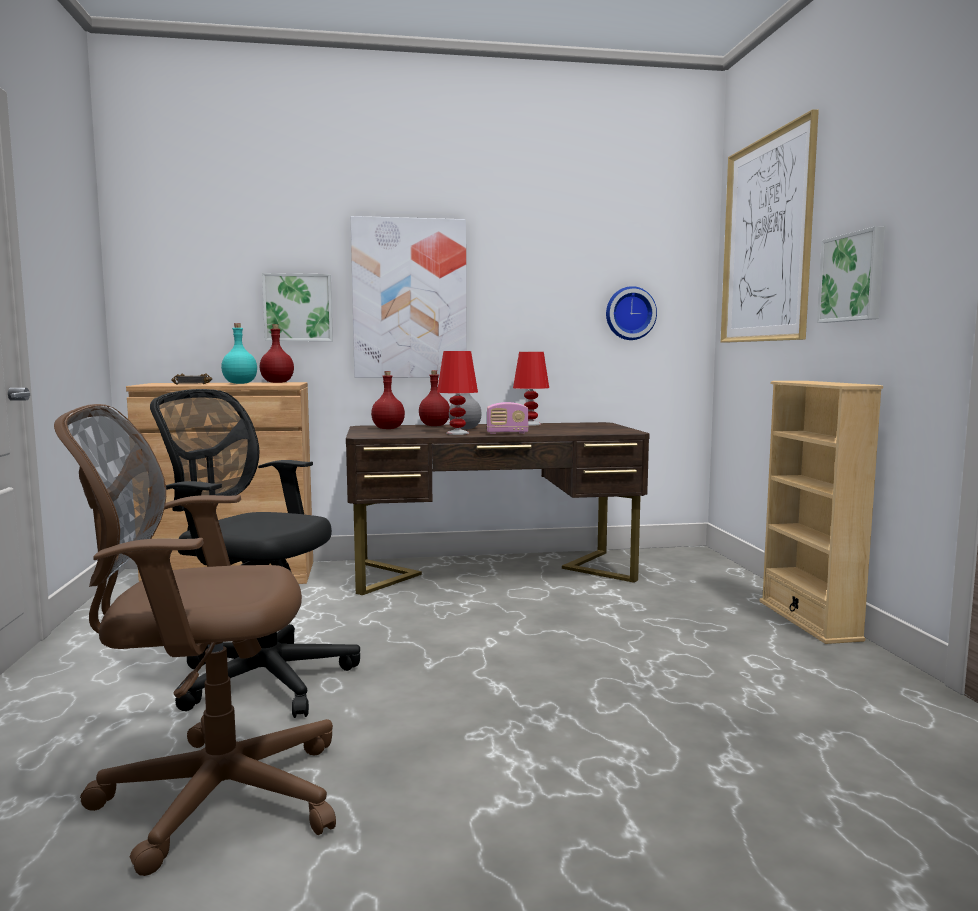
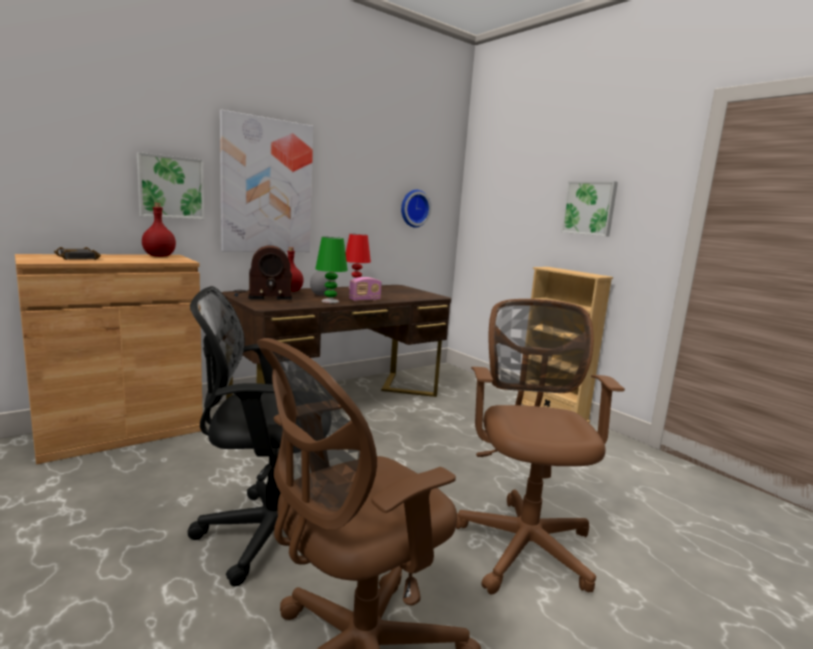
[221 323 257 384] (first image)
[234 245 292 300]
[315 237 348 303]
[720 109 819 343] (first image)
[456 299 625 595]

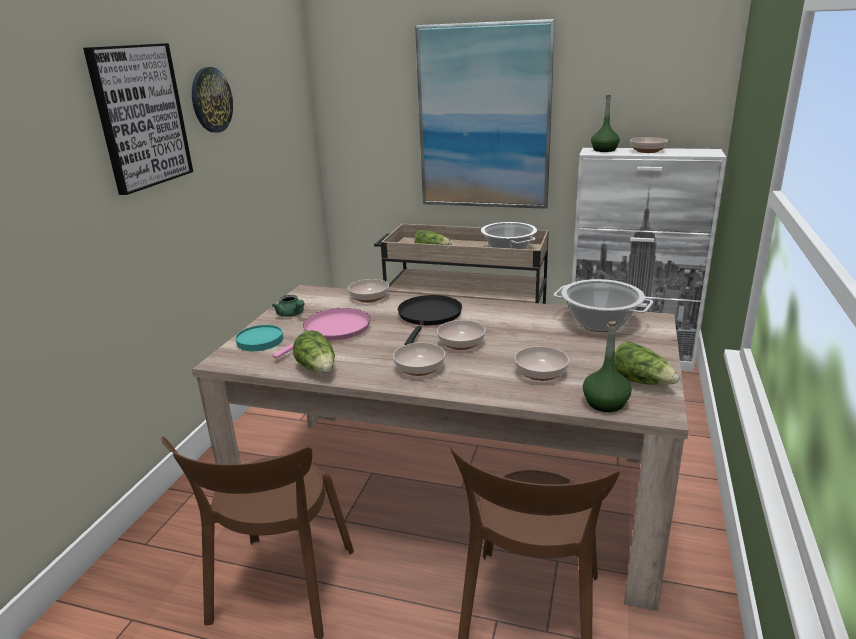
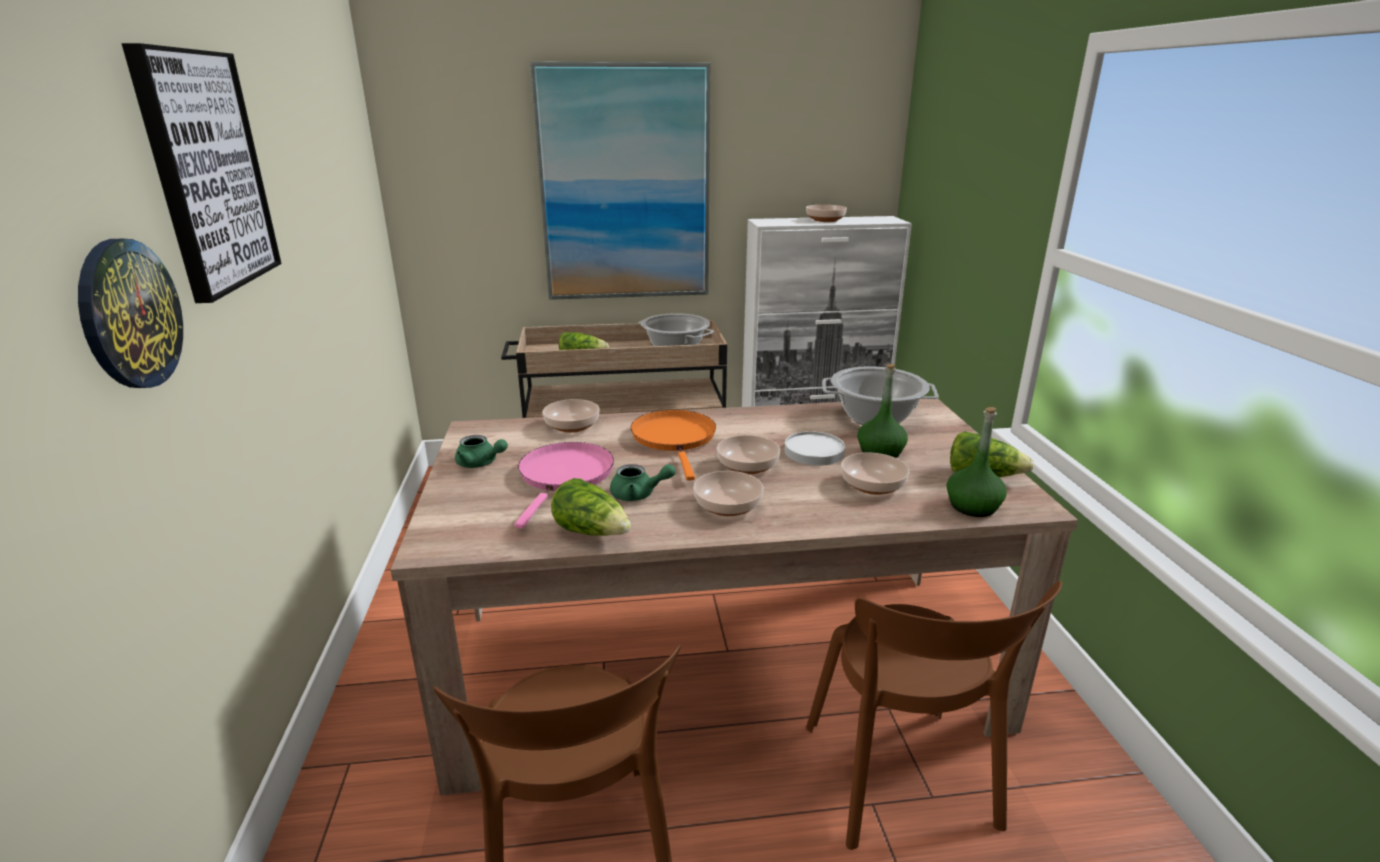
[78 239 183 388]
[236 325 283 351] (first image)
[631 410 716 481]
[857 364 908 458]
[610 464 676 501]
[784 431 845 466]

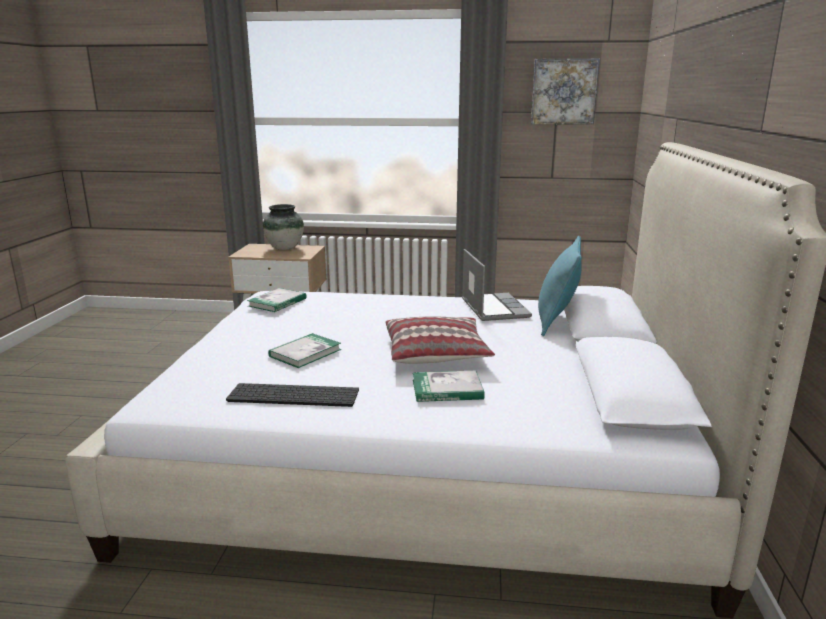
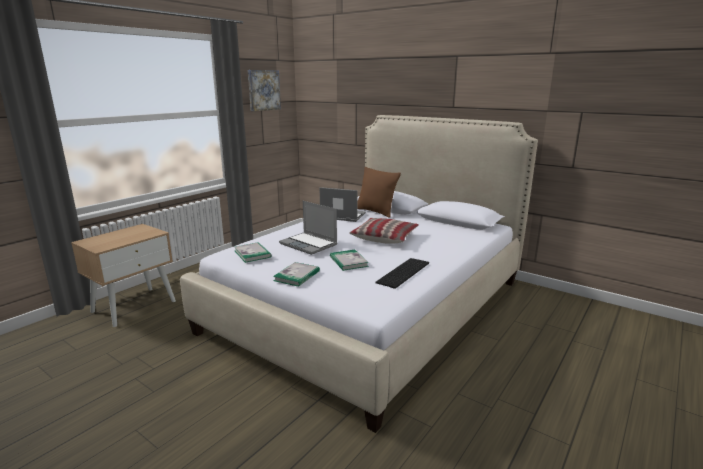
[263 204 304 250] (first image)
[273 262 320 287]
[357 167 401 218]
[279 201 337 255]

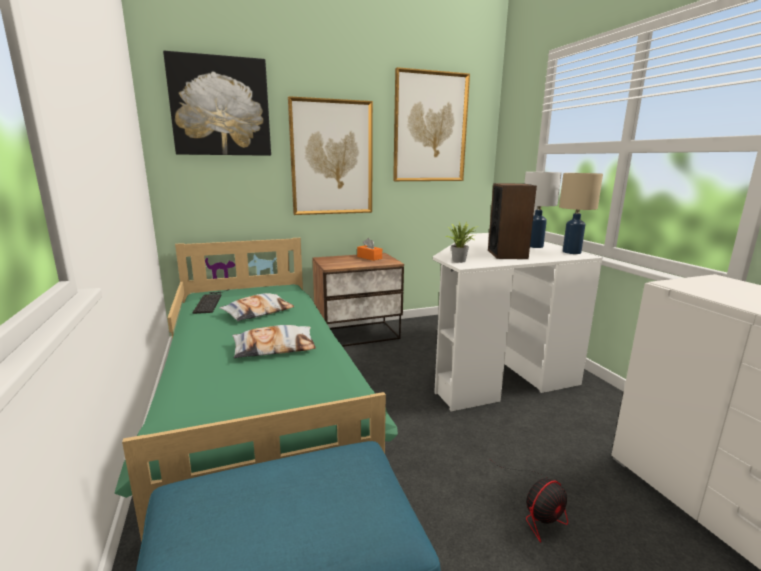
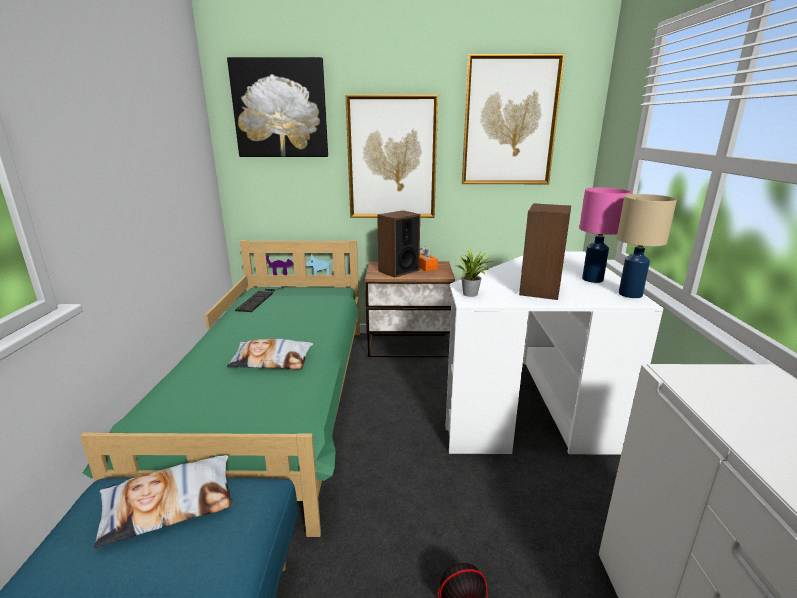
[94 455 232 548]
[579 188 631 283]
[377 211 420 278]

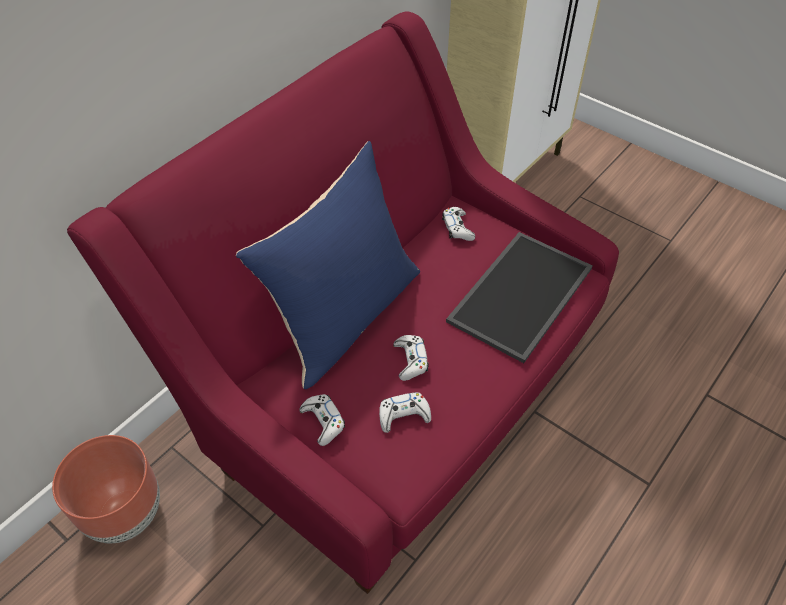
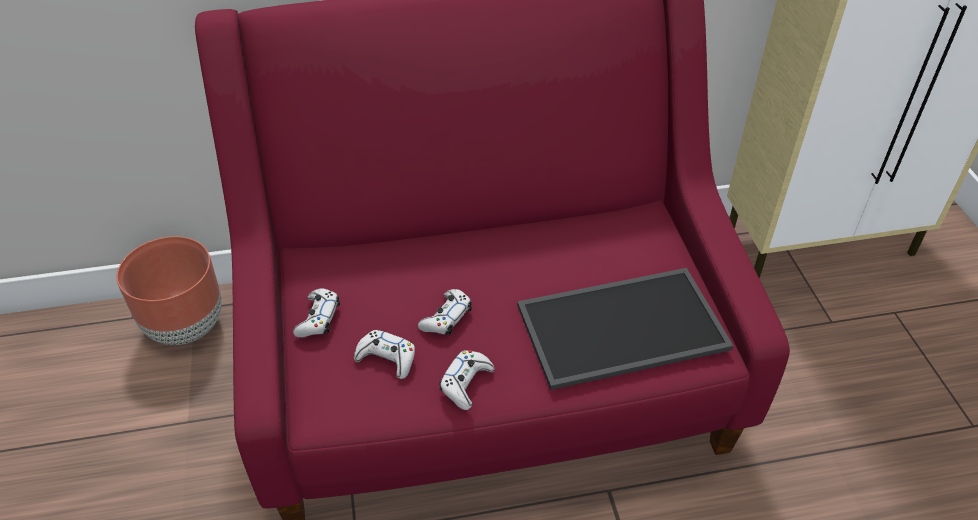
[236 141 420 389] (first image)
[439 350 494 410]

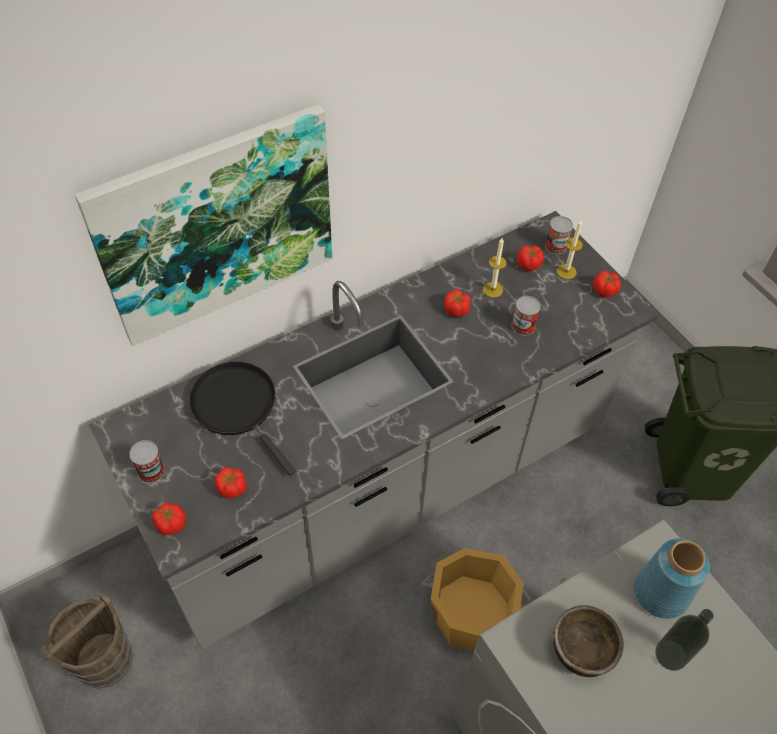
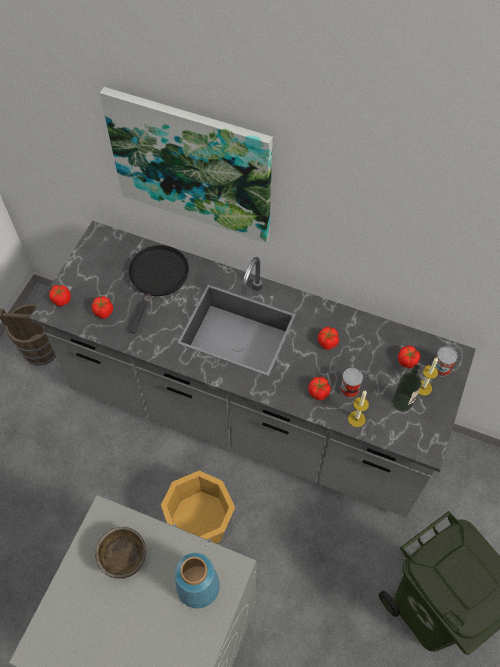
[129 440 165 483] (first image)
[348 391 369 427]
[308 377 331 401]
[392 364 421 411]

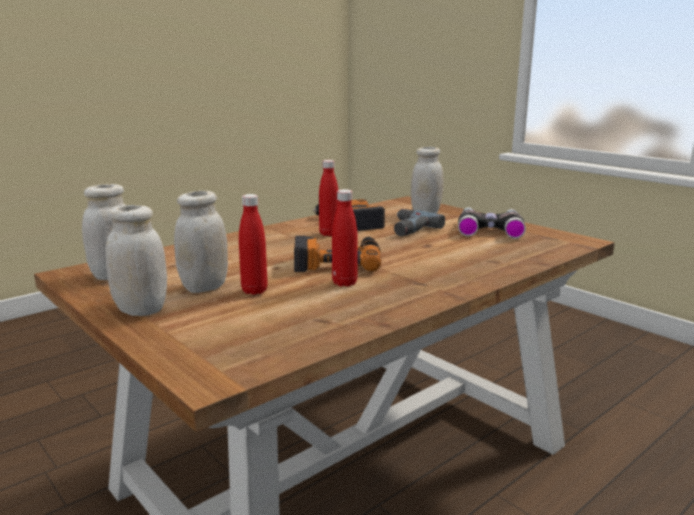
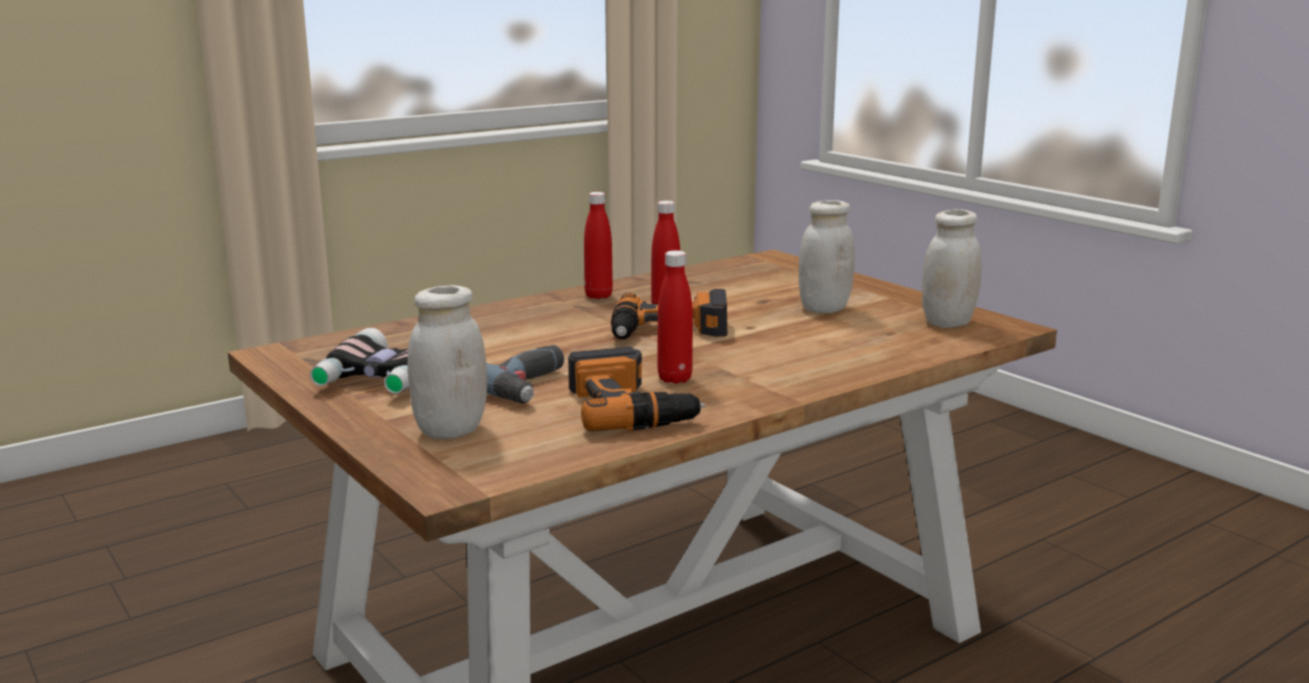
[105 205 167 316] (first image)
[584 192 613 299]

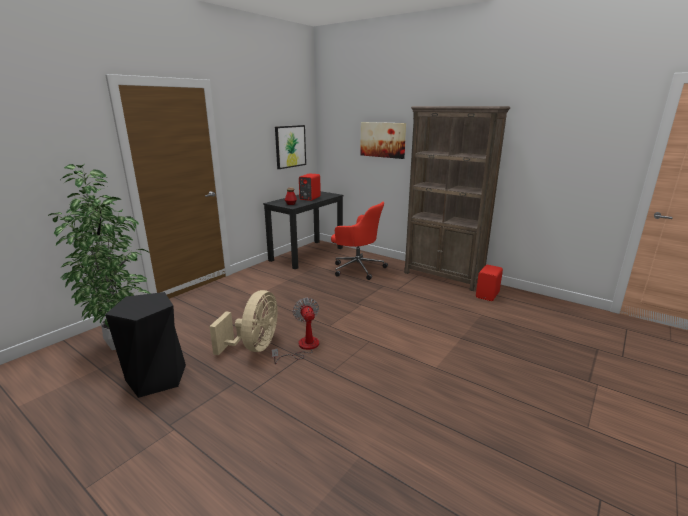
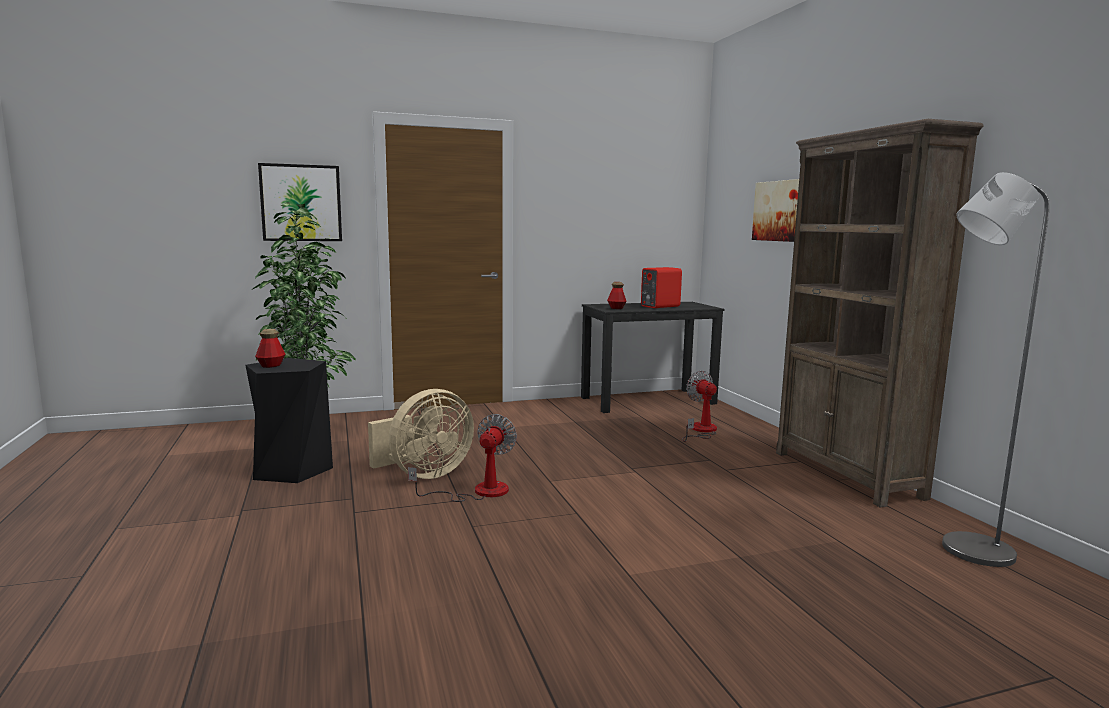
[258 163 342 241]
[682 370 717 442]
[476 265 503 301] (first image)
[255 329 286 368]
[942 172 1050 567]

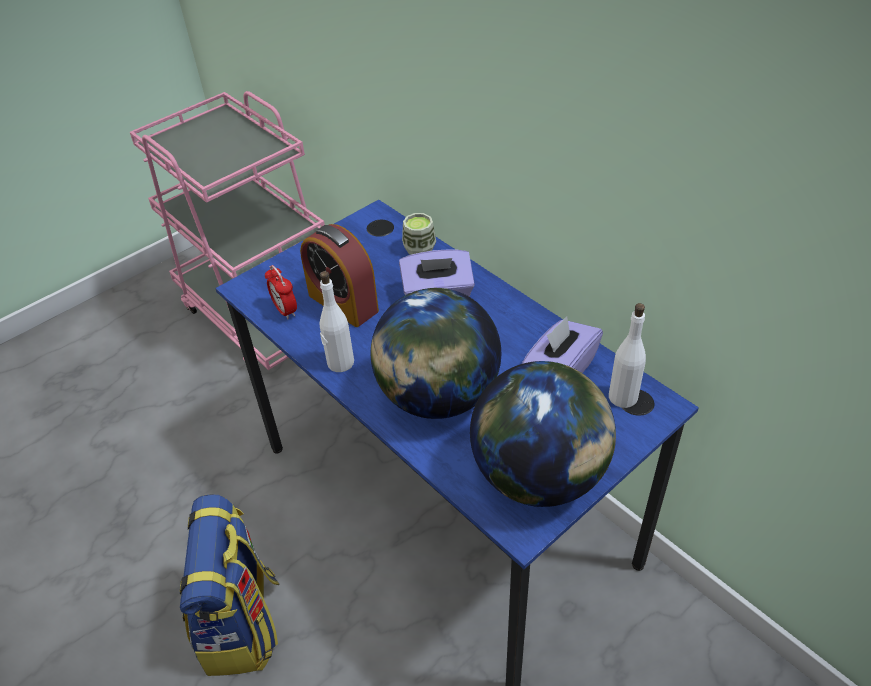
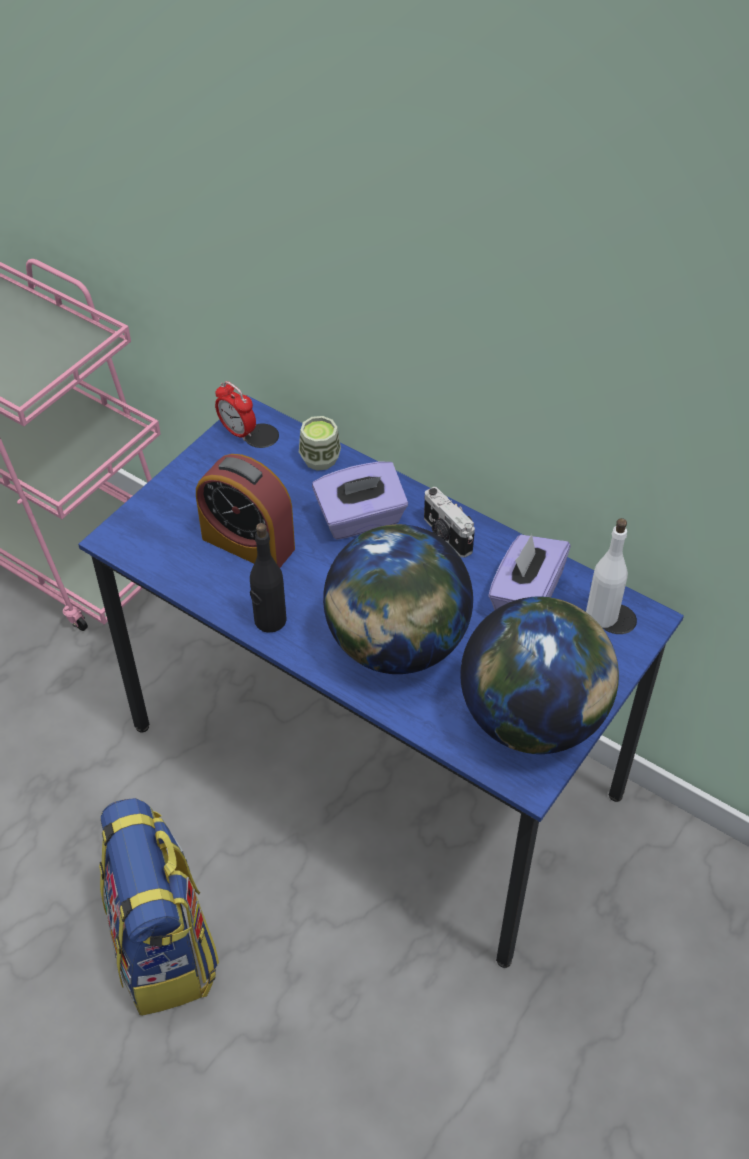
[215 381 256 441]
[250 523 287 633]
[424 487 475 558]

